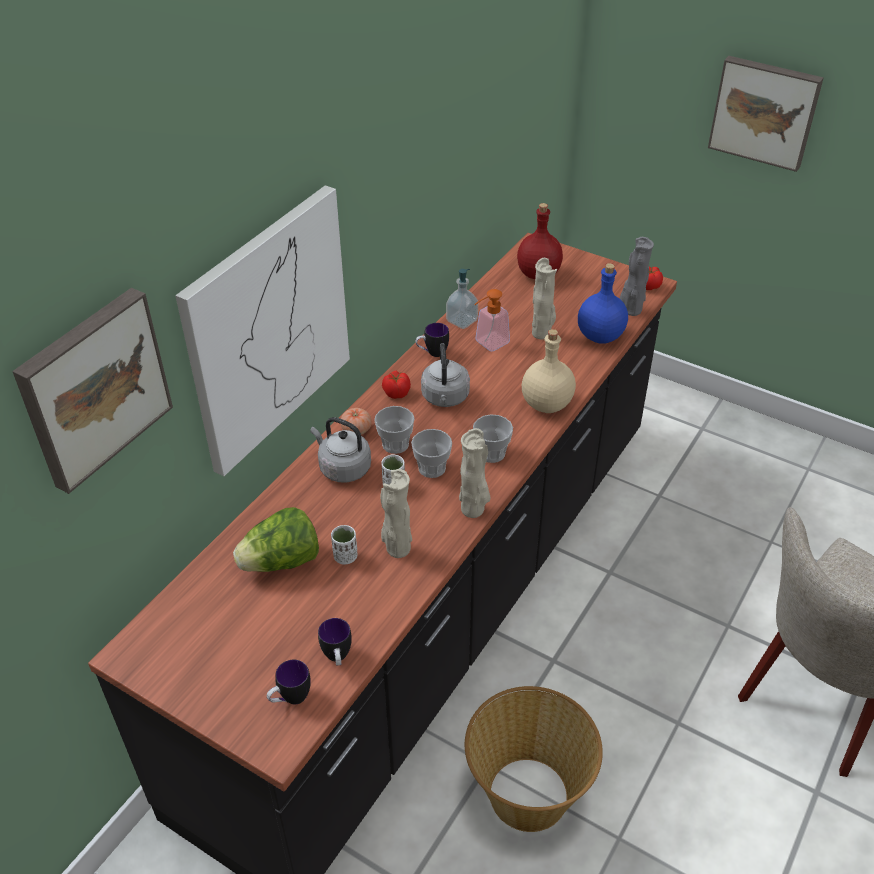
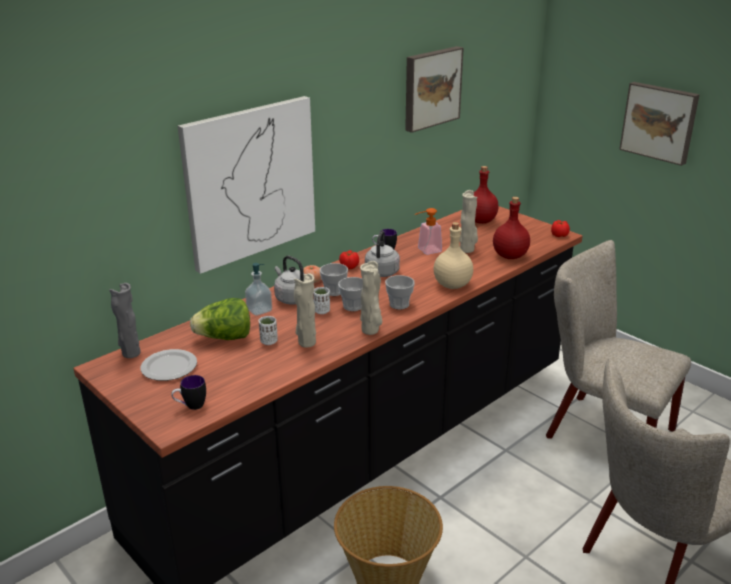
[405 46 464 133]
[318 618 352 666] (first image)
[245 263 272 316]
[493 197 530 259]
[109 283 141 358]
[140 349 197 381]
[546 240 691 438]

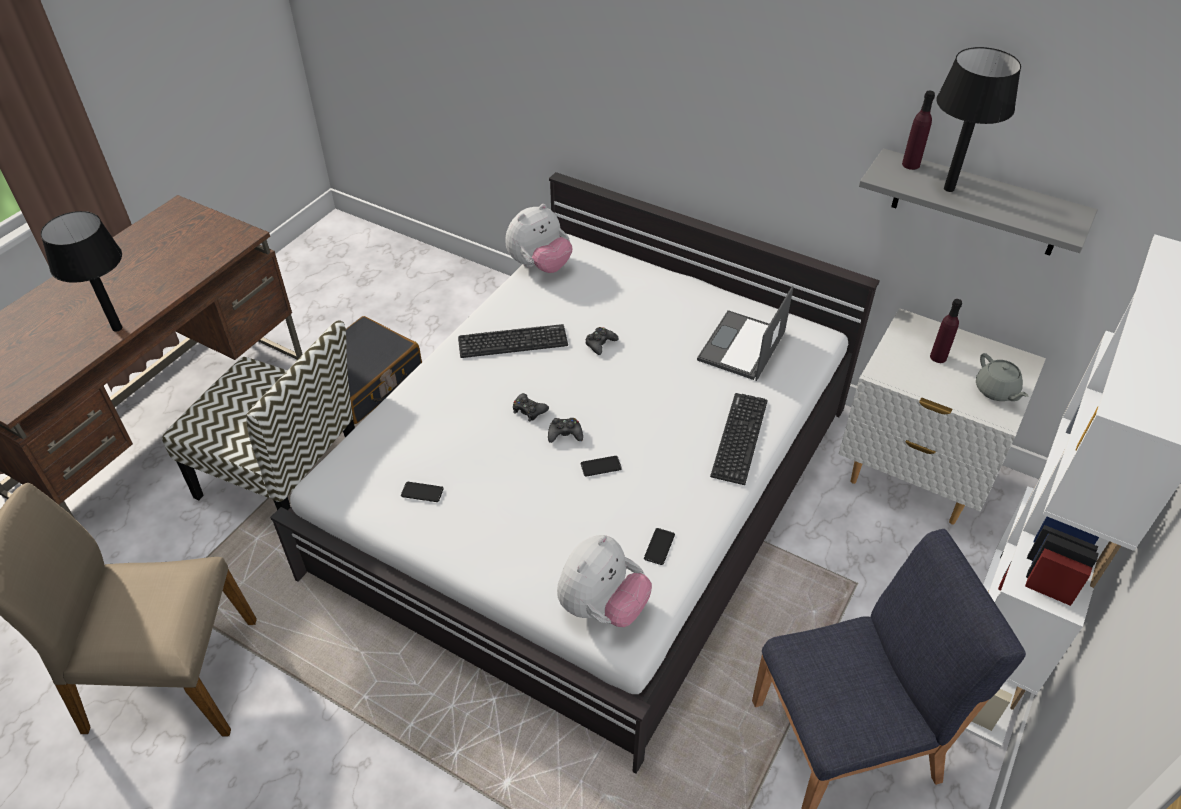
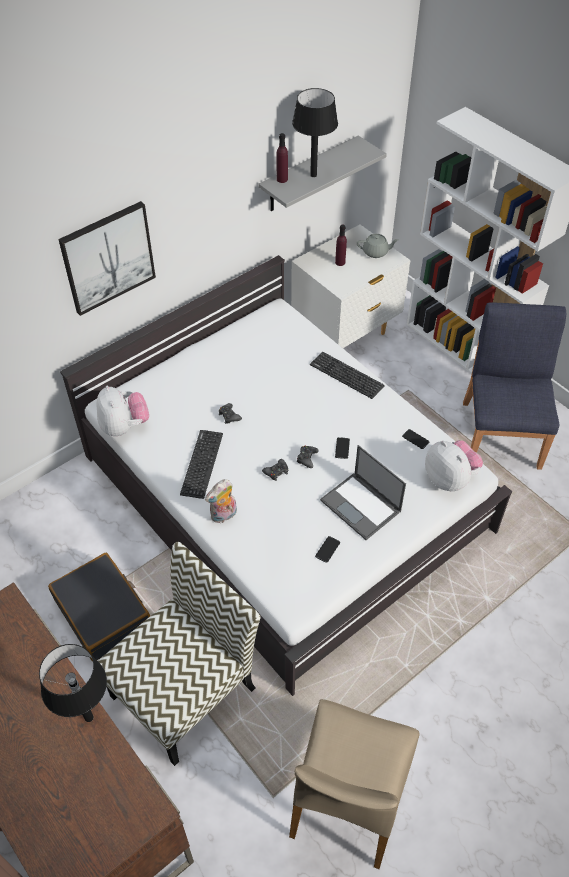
[320 445 406 540]
[58 201 156 316]
[205 479 237 523]

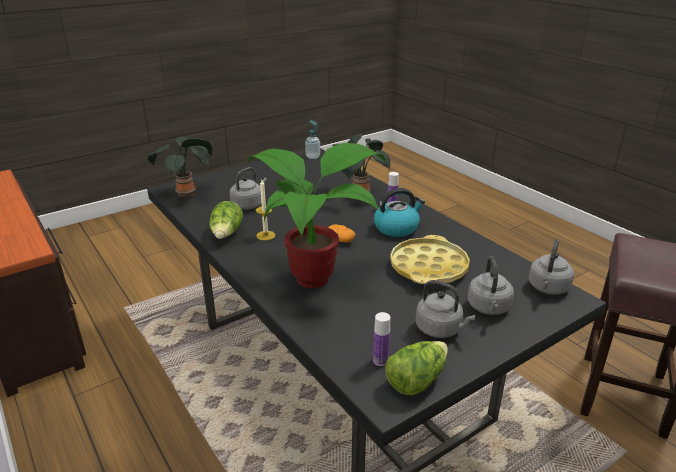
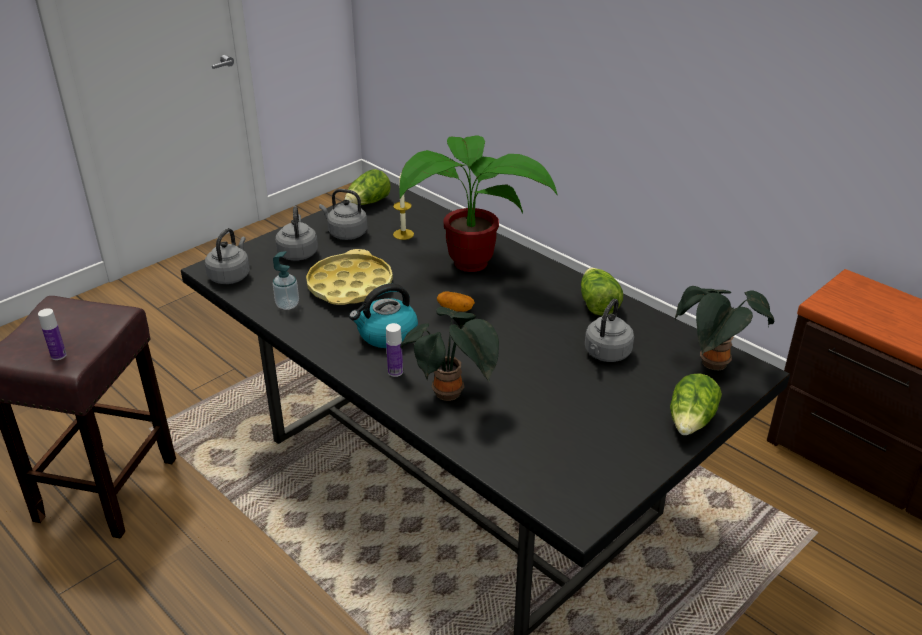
[393 174 414 240]
[273 251 299 310]
[38 308 67 360]
[670 373 722 435]

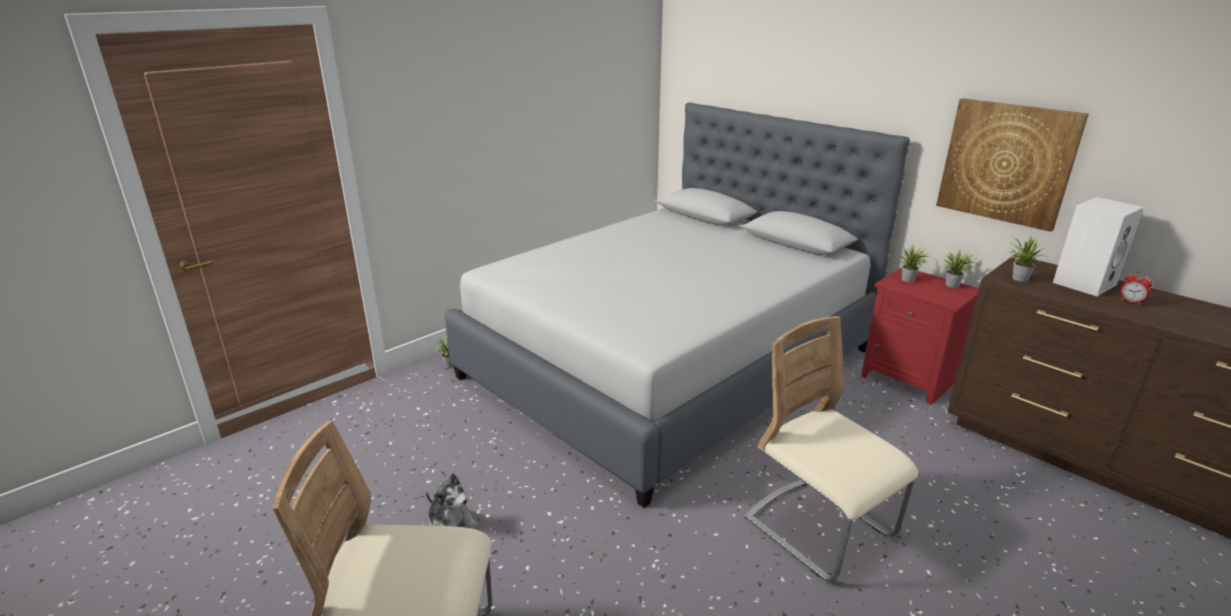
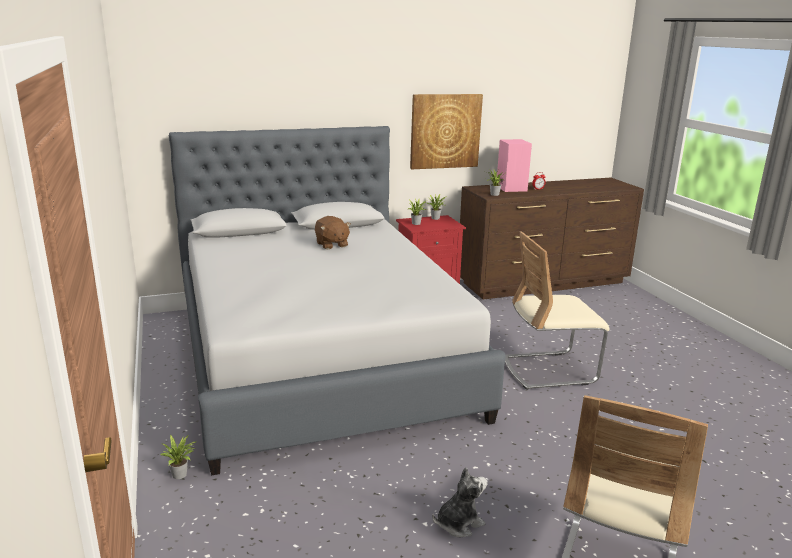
[497 139 532 192]
[315 216 351 249]

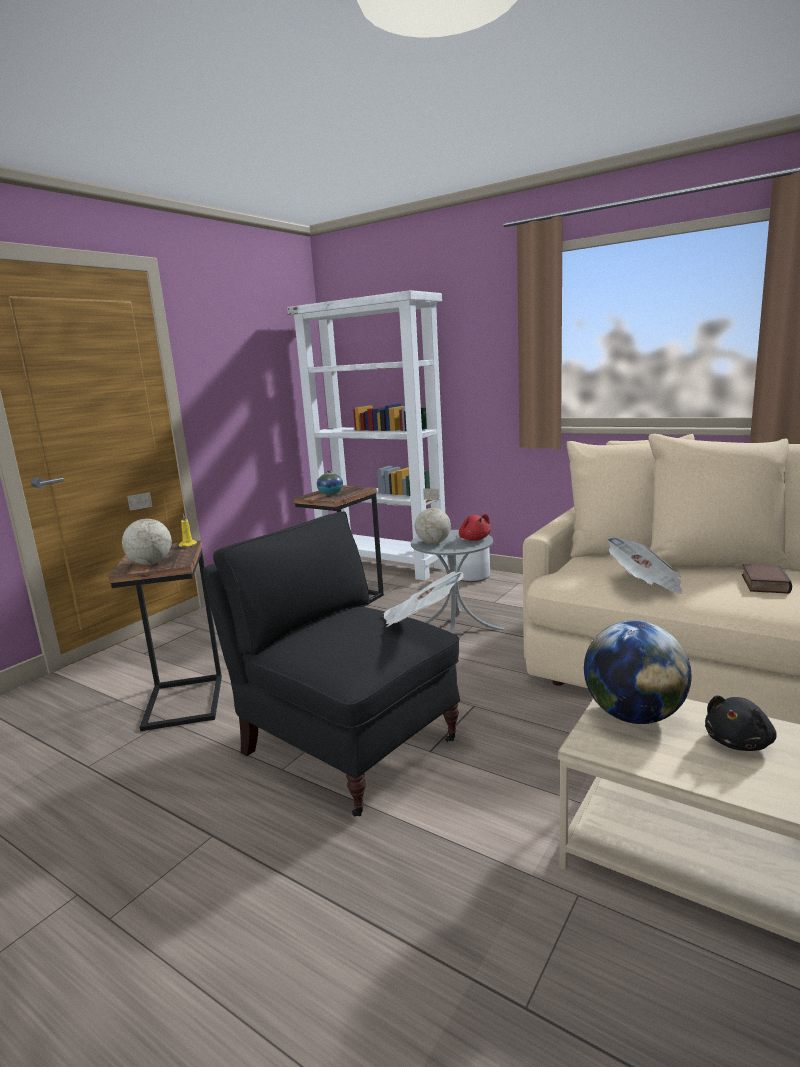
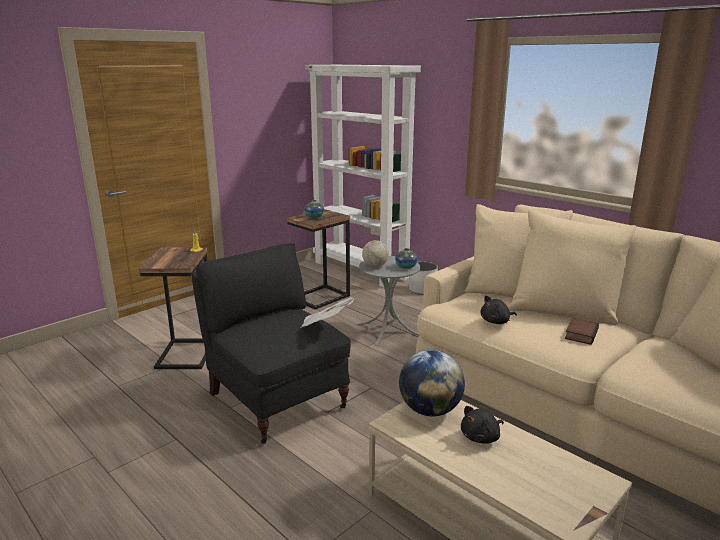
[122 492 172 565] (first image)
[395 248 418 269]
[481 296 517 324]

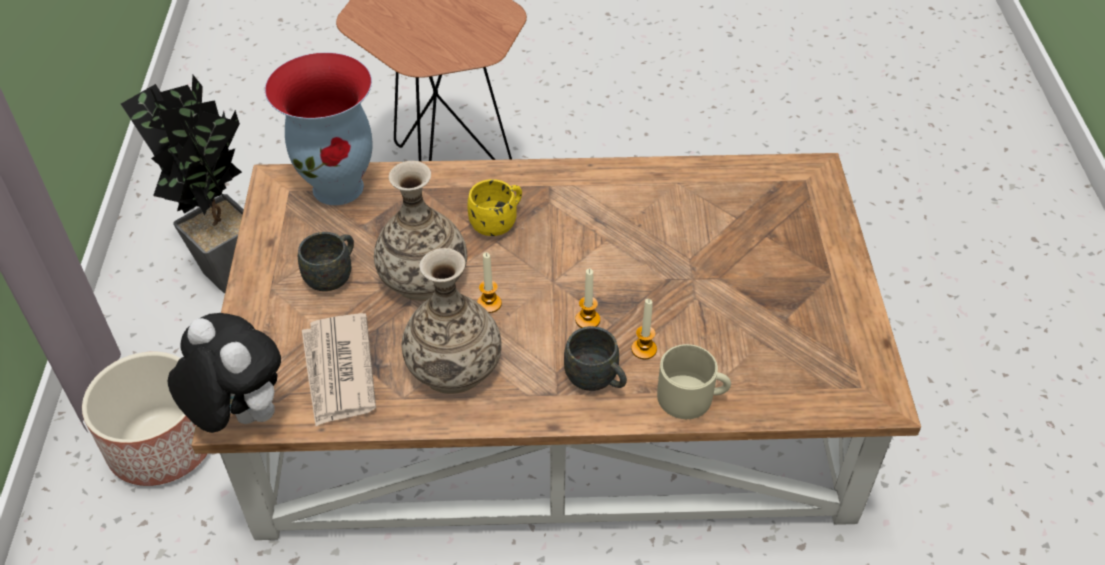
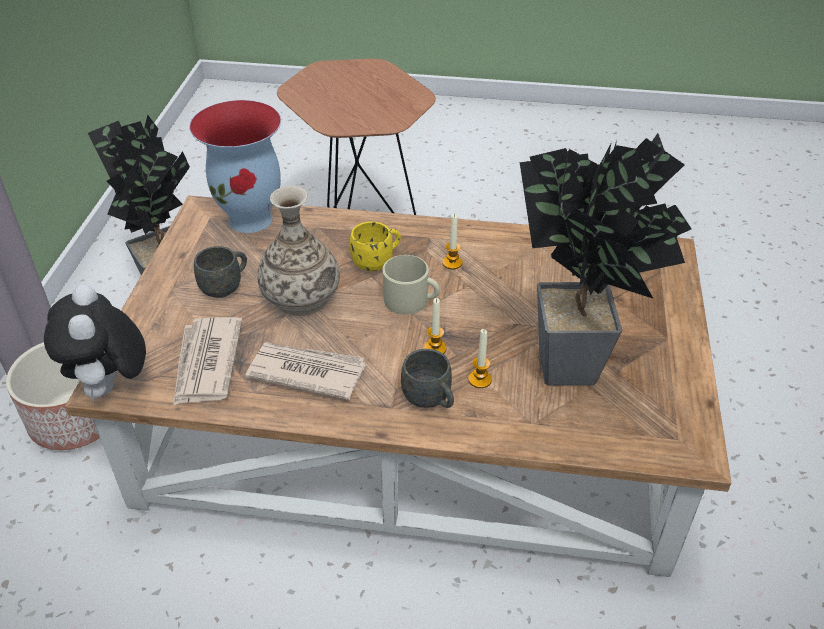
[44 284 146 402]
[245 342 366 400]
[442 214 463 269]
[383 255 440 315]
[520 133 691 386]

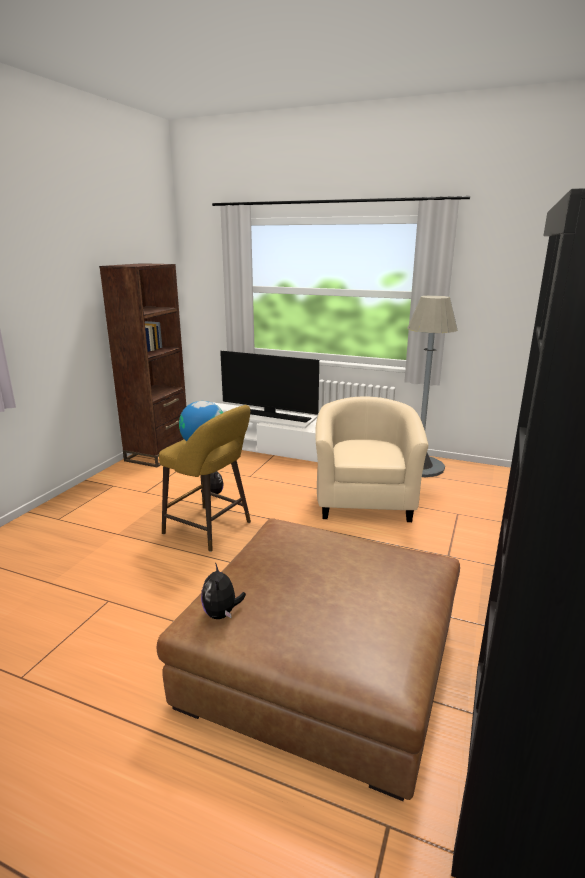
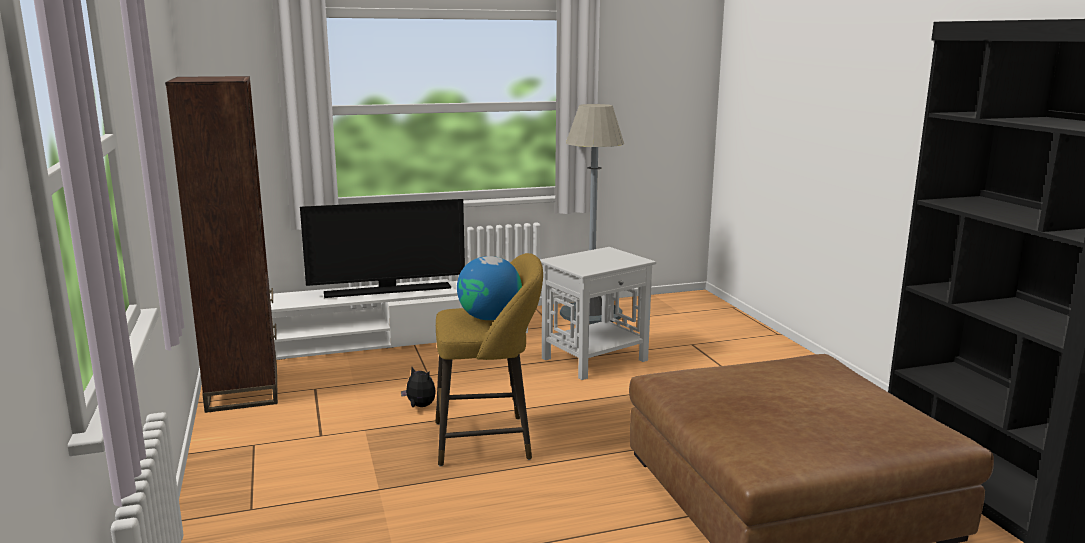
[201 563 246 619] (first image)
[540 247 656 380]

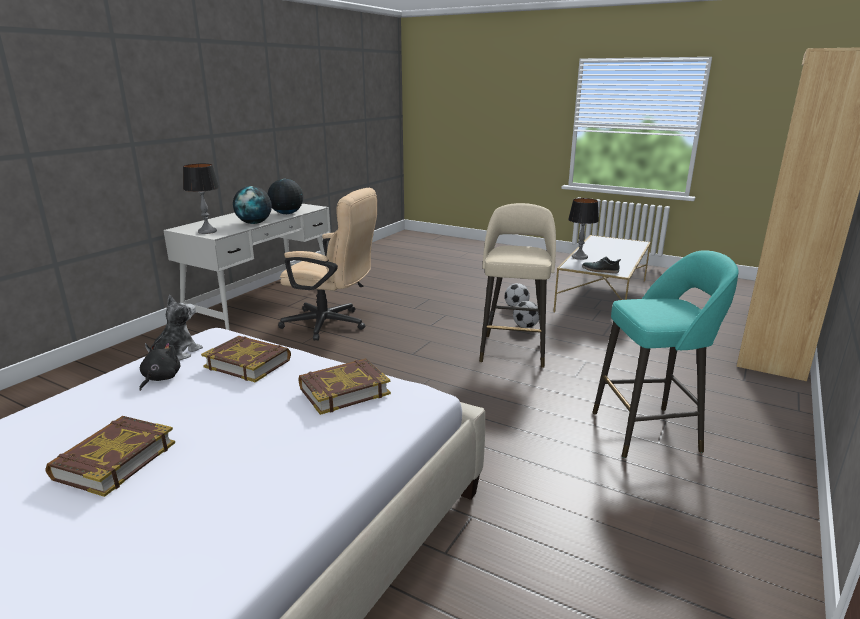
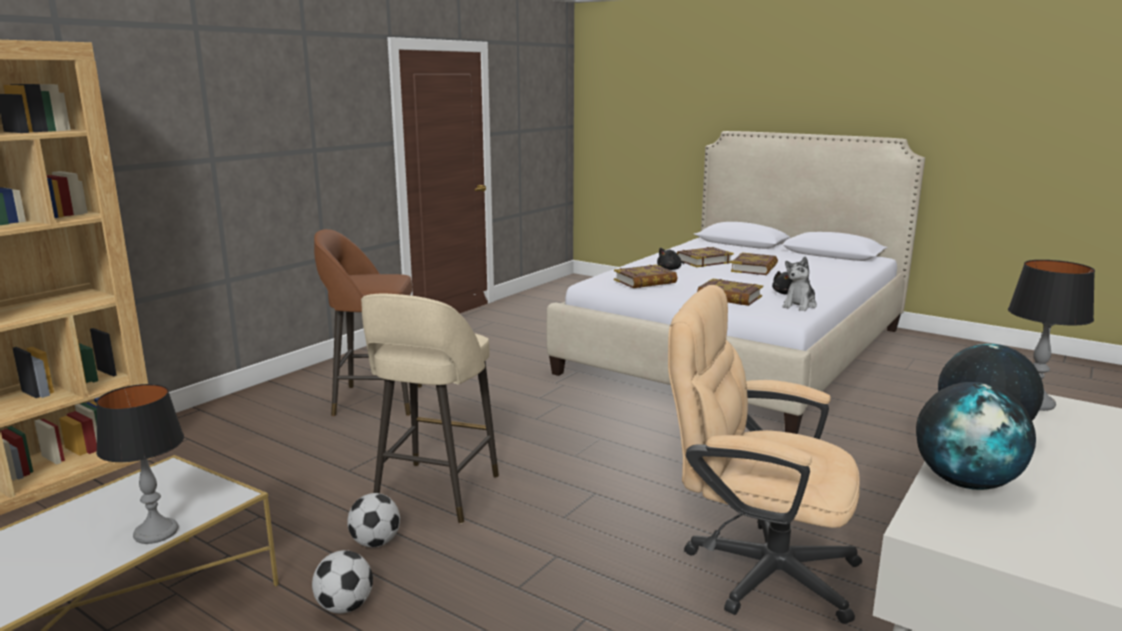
[582 257 621 274] (first image)
[314 229 422 416]
[657 248 684 270]
[677 247 734 267]

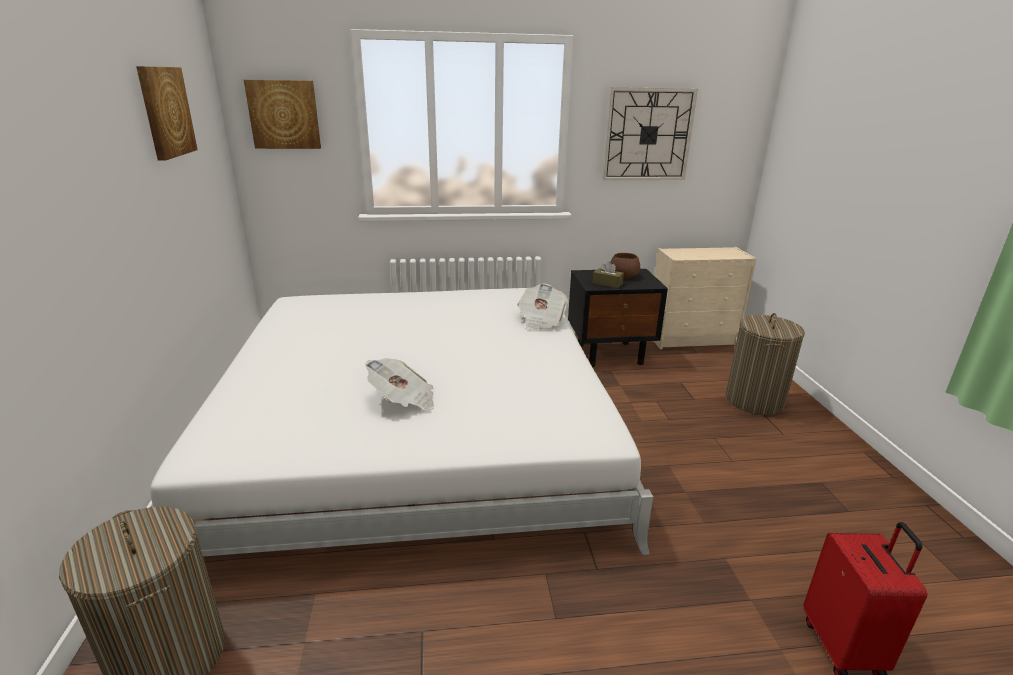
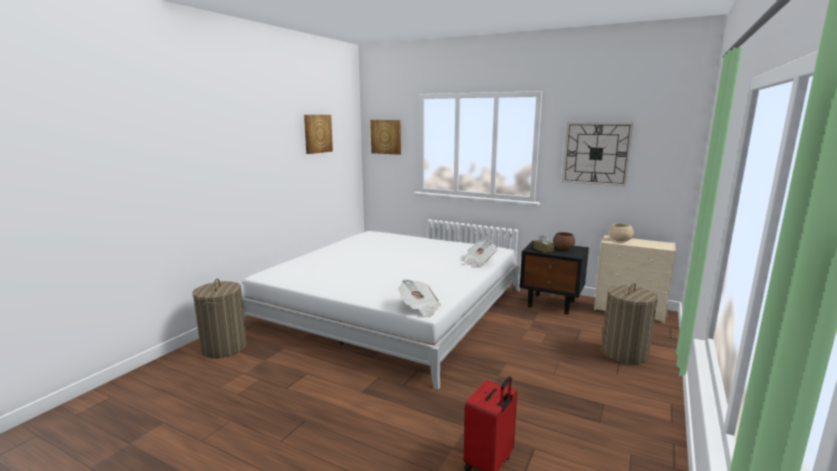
[398 279 441 316]
[609 223 634 241]

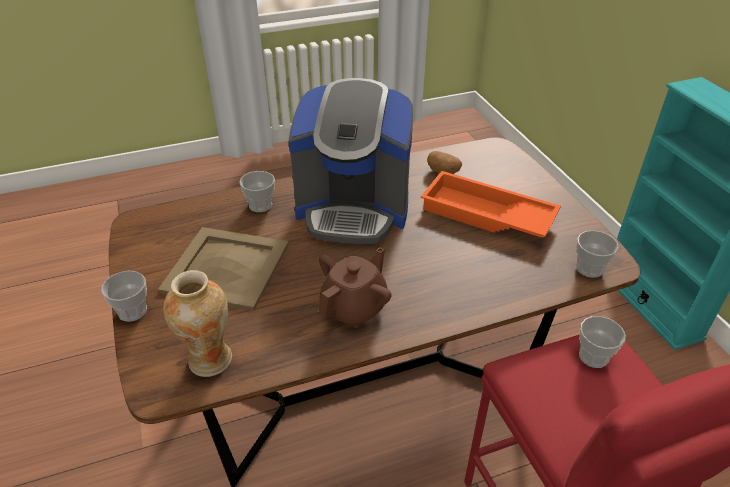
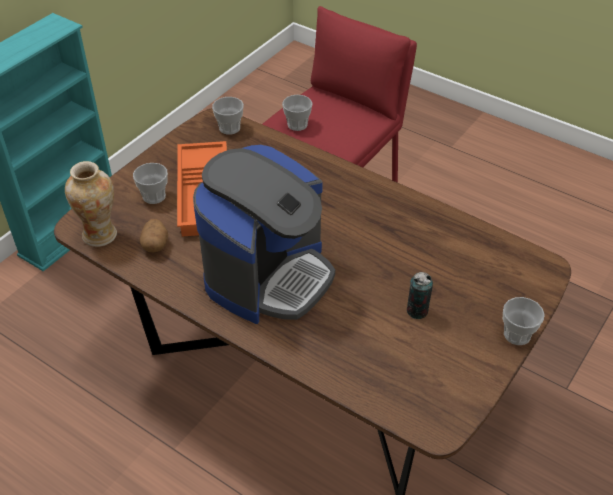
[407 272 433 319]
[65 161 117 247]
[133 163 168 204]
[193 145 335 324]
[318 247 391 328] (first image)

